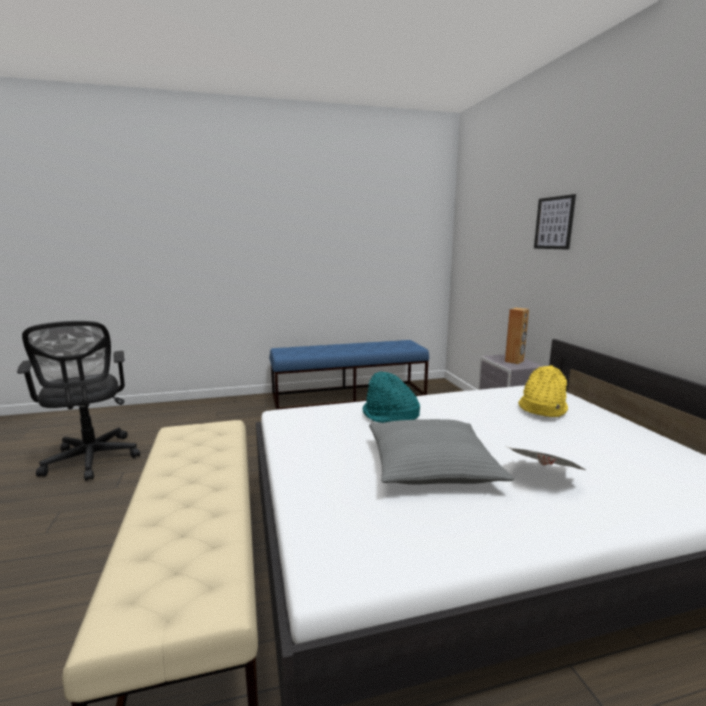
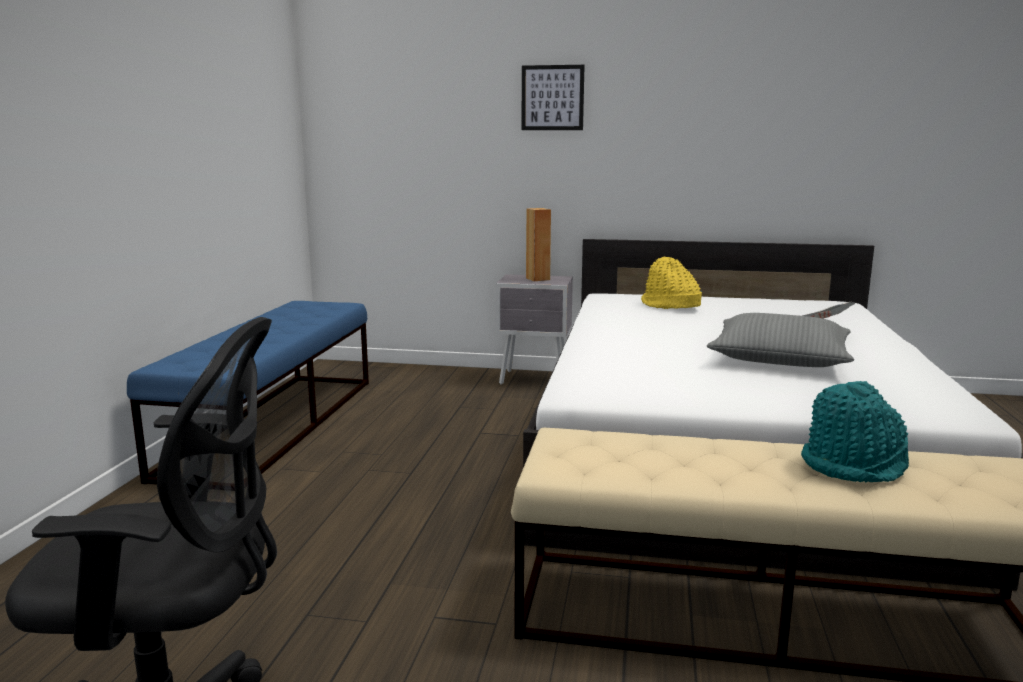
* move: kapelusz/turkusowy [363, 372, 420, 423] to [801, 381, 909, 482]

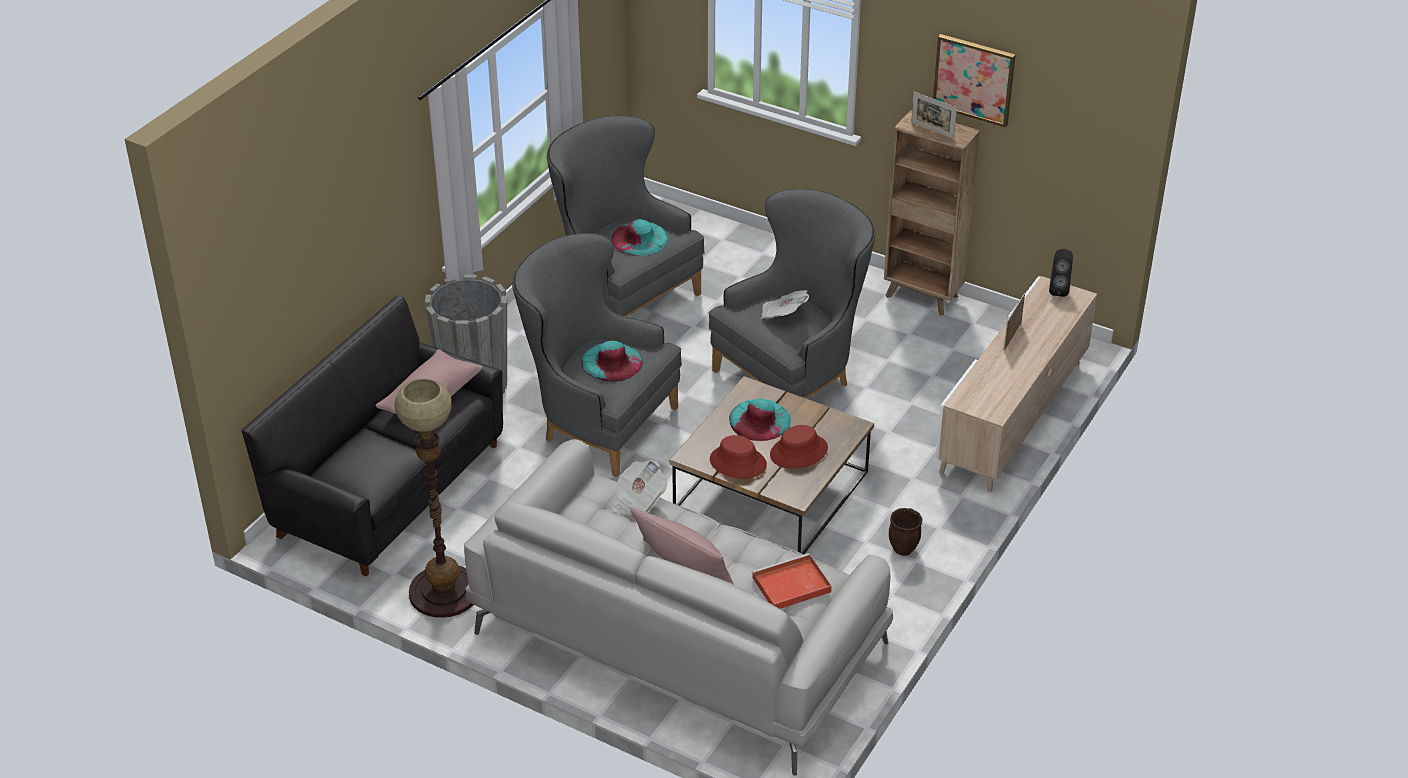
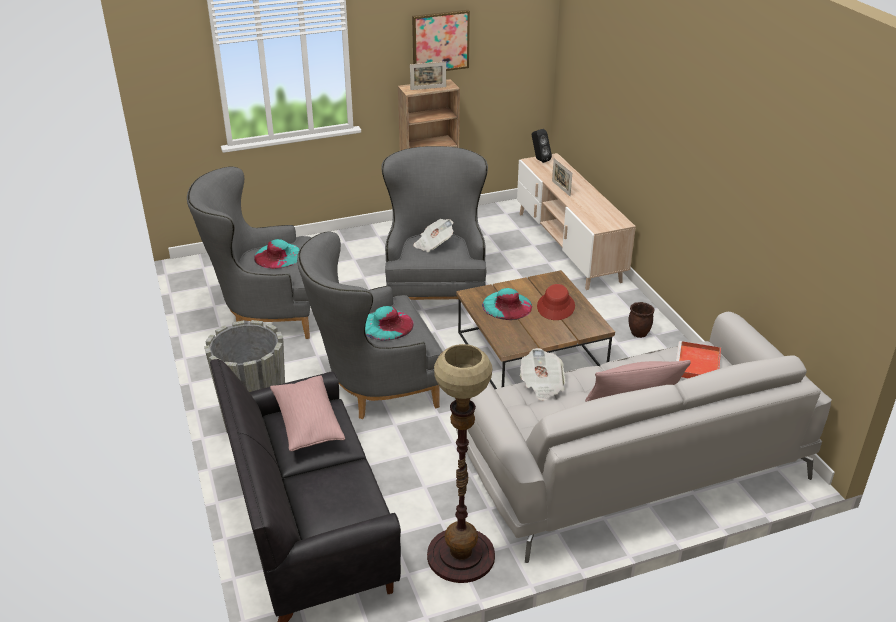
* delete: kapelusz/czerwony [710, 435, 767, 479]

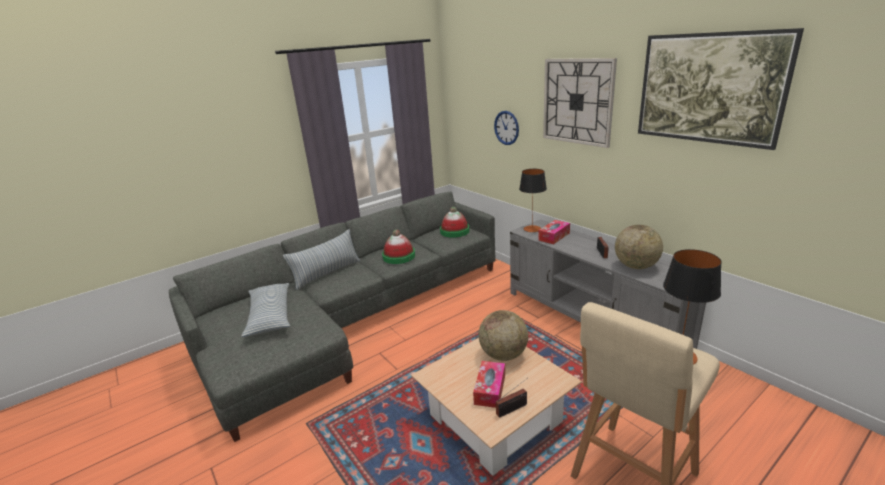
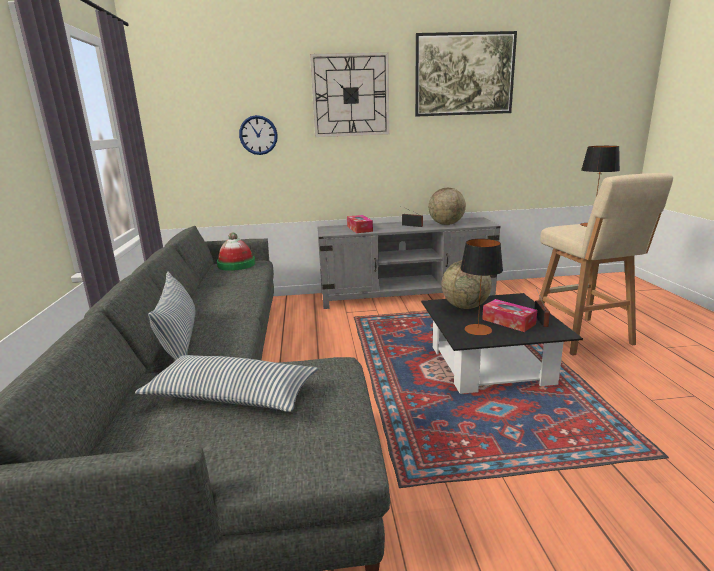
* delete: kapelusz [382, 230, 415, 264]
* move: lampa stołowa [519, 169, 547, 232] to [460, 239, 503, 335]
* recolor: ława/beżowy [411, 338, 582, 475] to ława/czarny [421, 293, 583, 394]

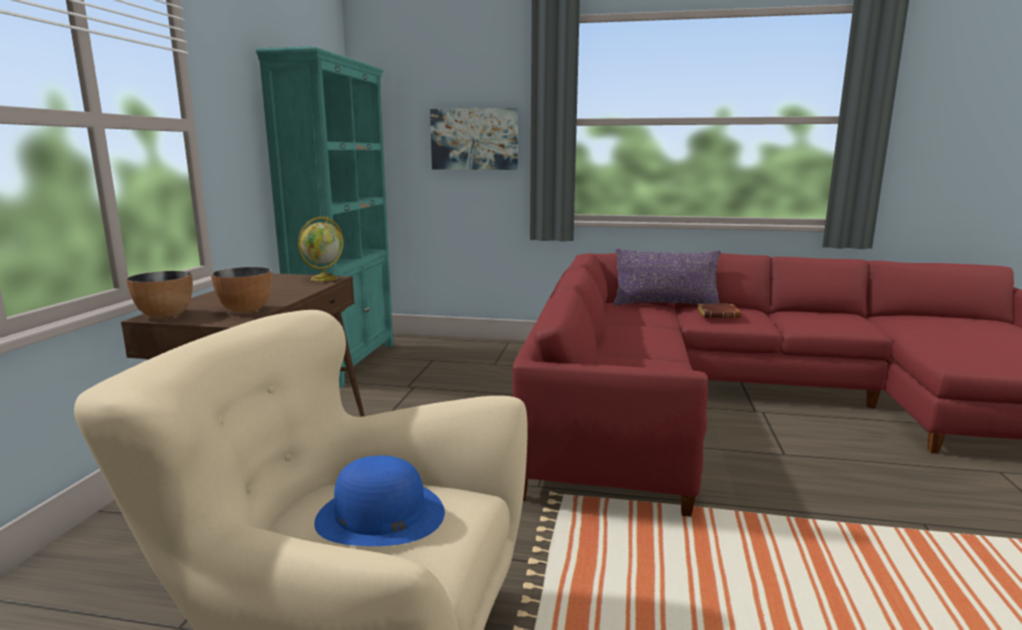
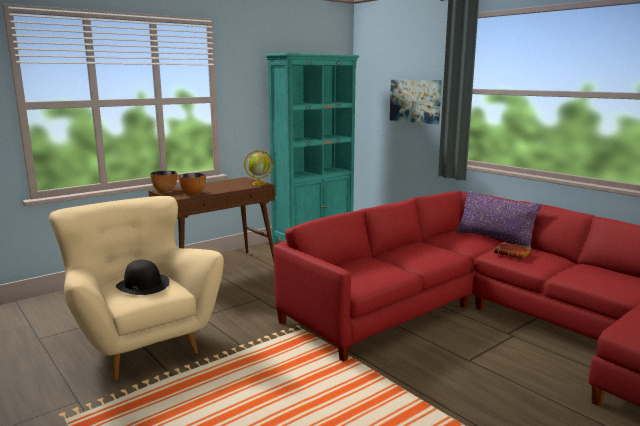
* recolor: kapelusz/niebieski [314, 455, 445, 546] to kapelusz/czarny [116, 260, 169, 295]

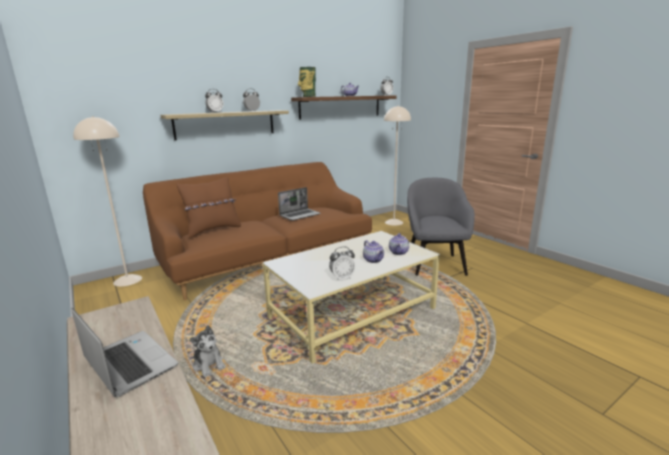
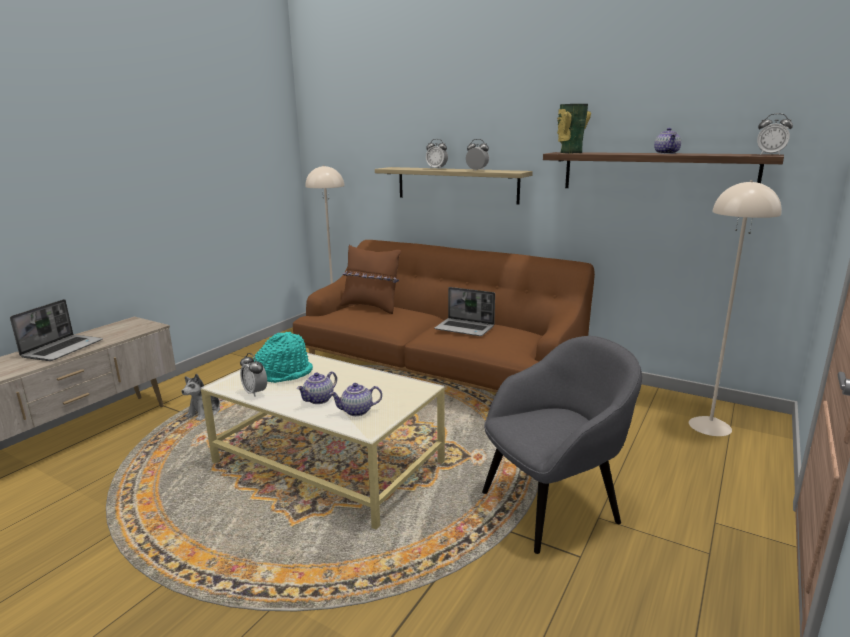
* insert: kapelusz/turkusowy [253, 332, 313, 383]

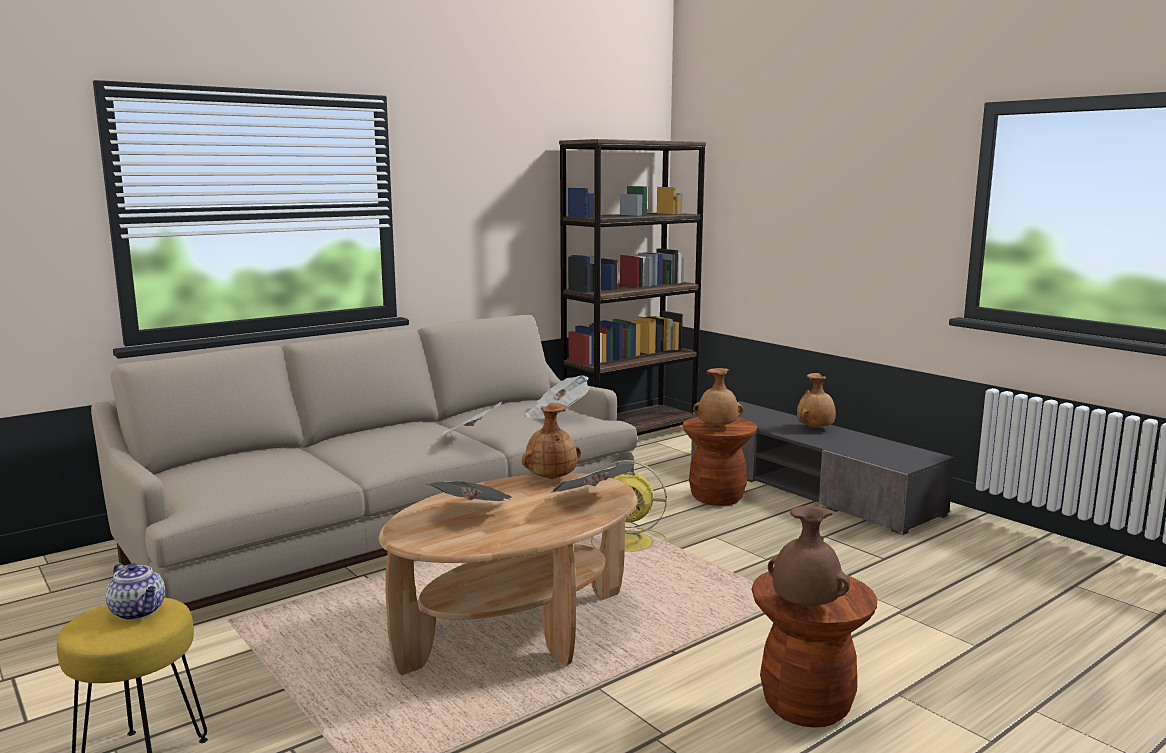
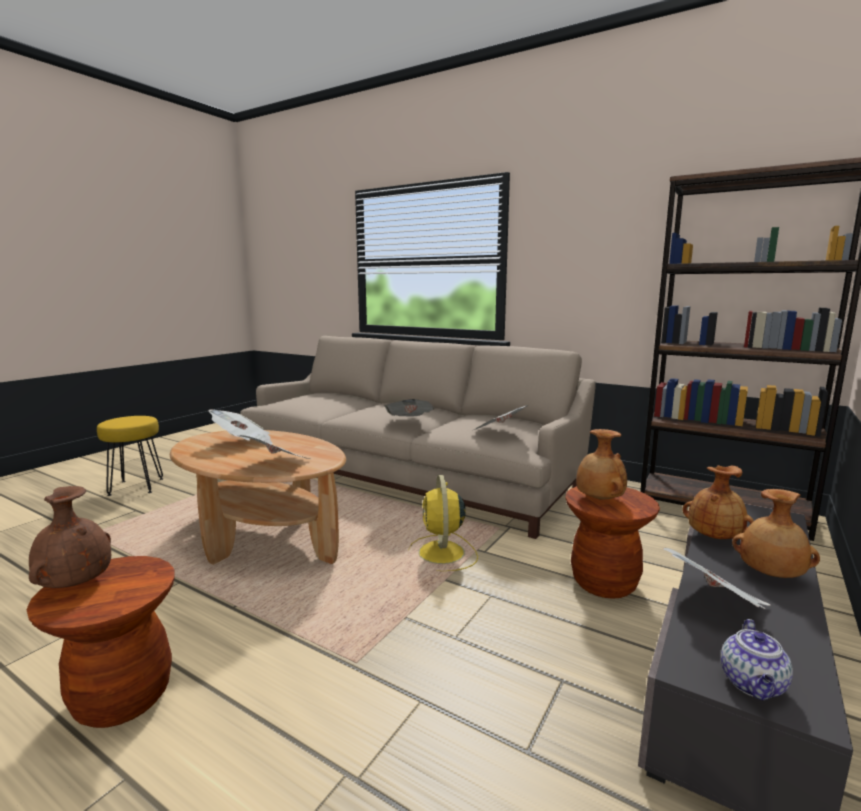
* insert: gazeta [663, 548, 770, 609]
* move: imbryk [105, 563, 165, 620] to [721, 619, 793, 700]
* move: wazon/brązowy [522, 403, 581, 479] to [683, 465, 754, 539]

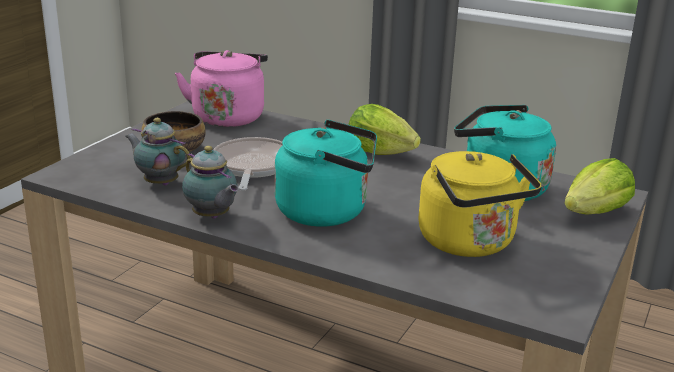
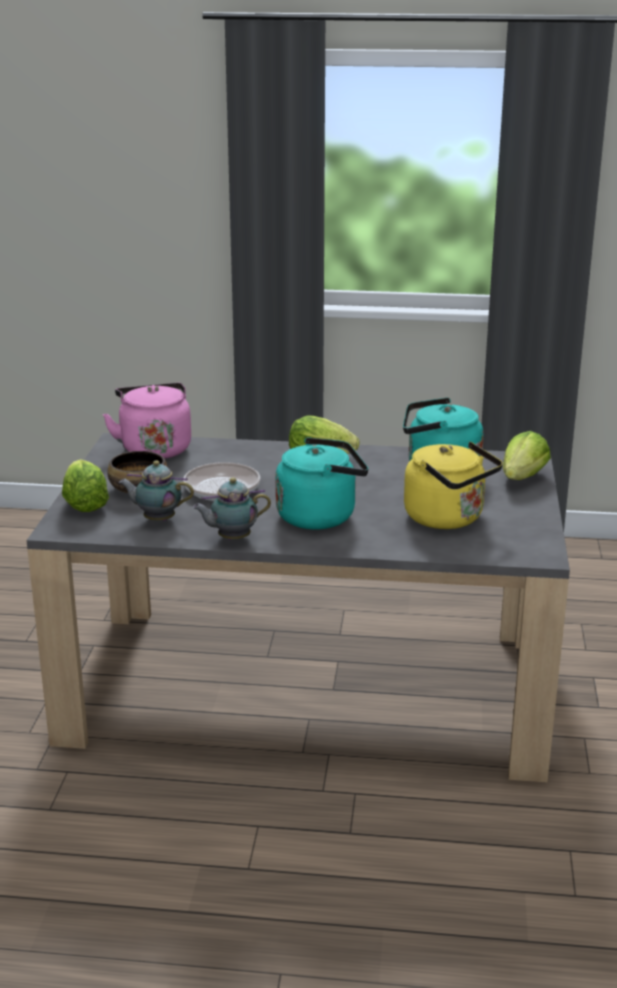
* insert: sałata [62, 459, 109, 512]
* rotate: imbryk [182, 146, 239, 219] = [192, 477, 271, 540] 135 degrees clockwise

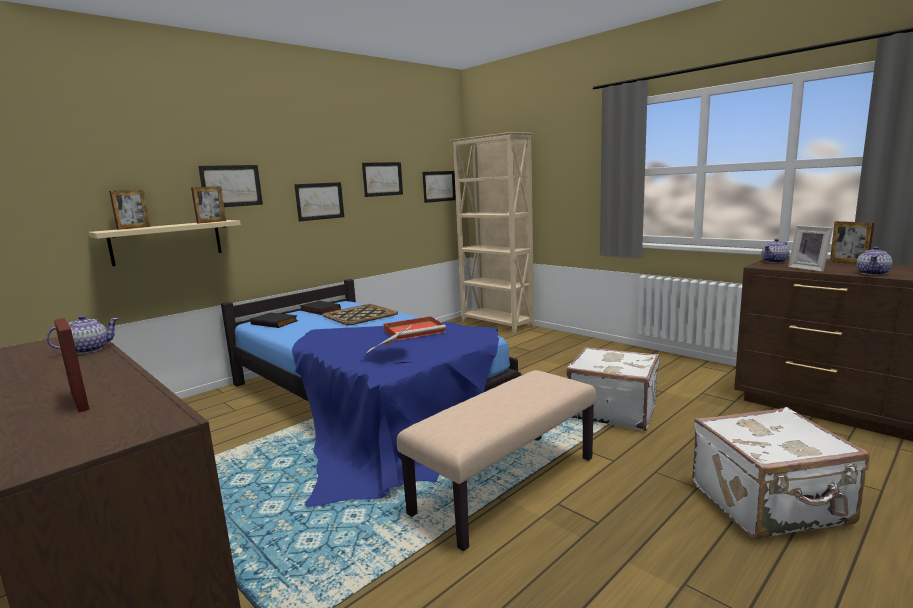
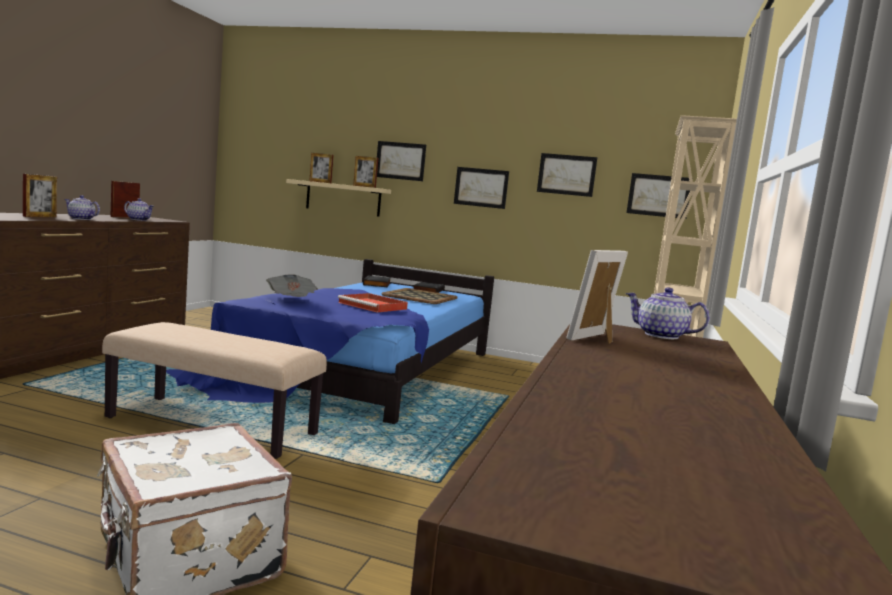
* delete: walizka/biały [567, 347, 660, 431]
* move: ramka na zdjęcie [830, 221, 874, 264] to [110, 181, 140, 218]
* move: imbryk [857, 246, 893, 275] to [64, 195, 100, 220]

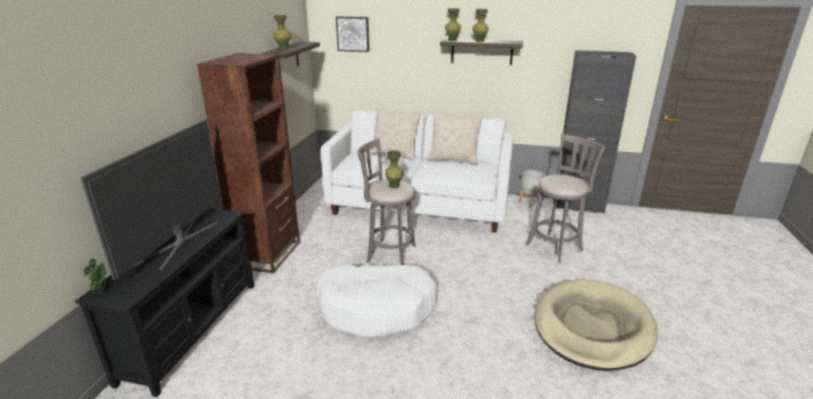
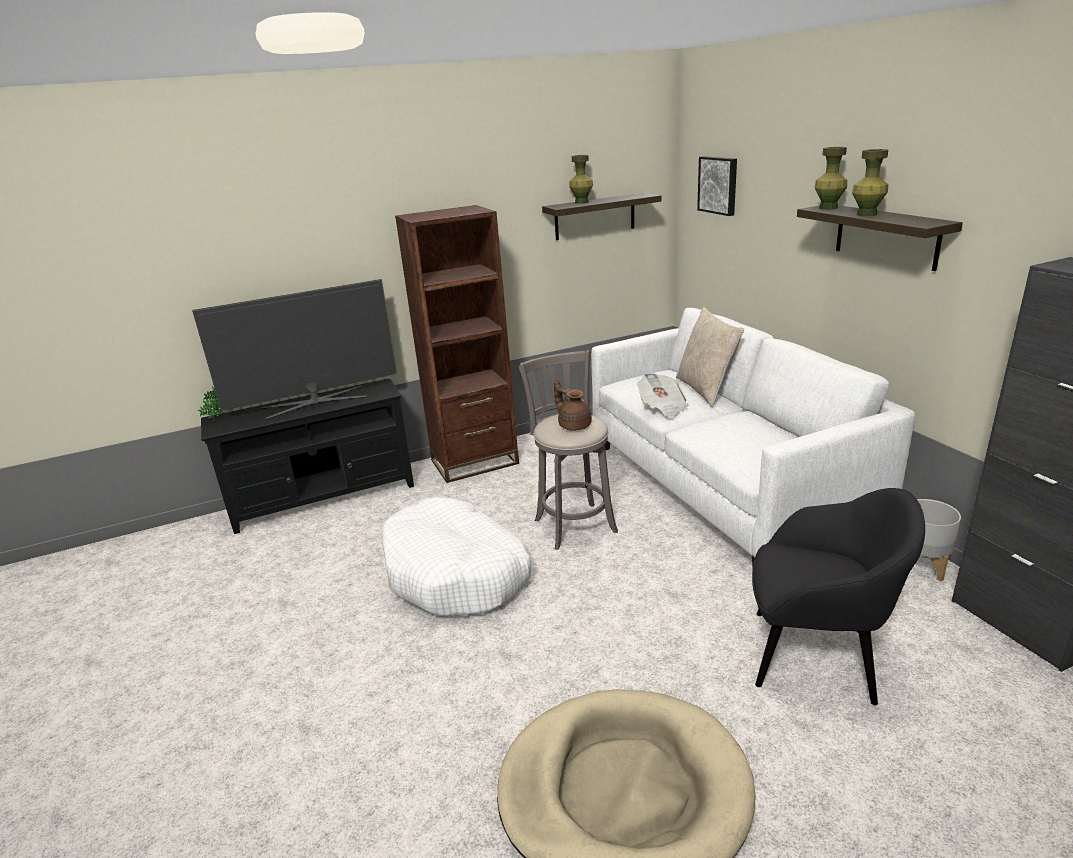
* delete: poduszka/beżowy [428, 112, 483, 165]
* replace: wazon/zielony [385, 150, 403, 188] to imbryk/brązowy [554, 379, 592, 431]
* replace: stołek/szary [526, 134, 605, 263] to fotel/czarny [752, 488, 925, 706]

